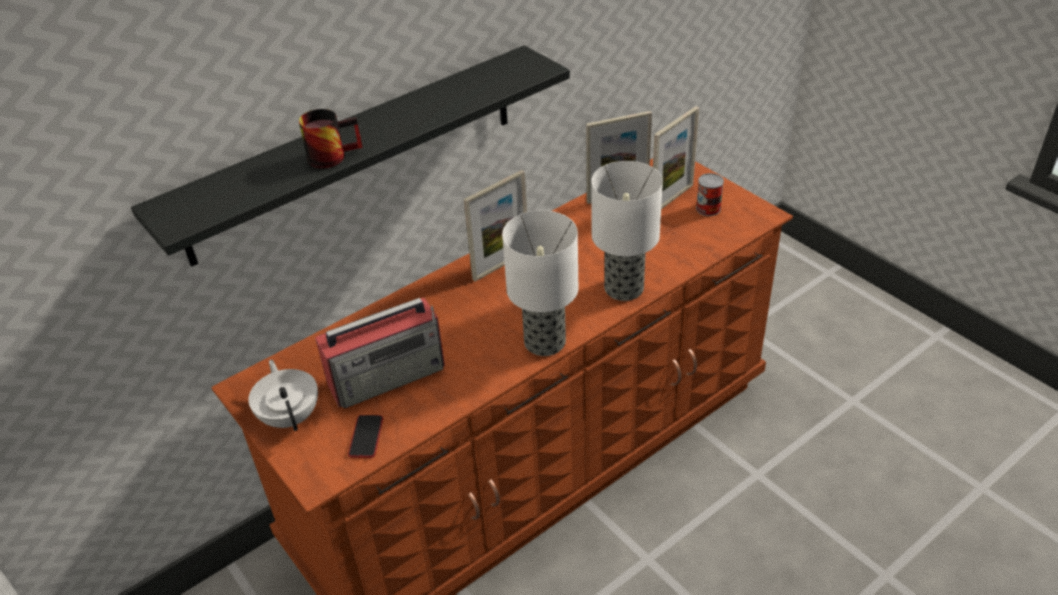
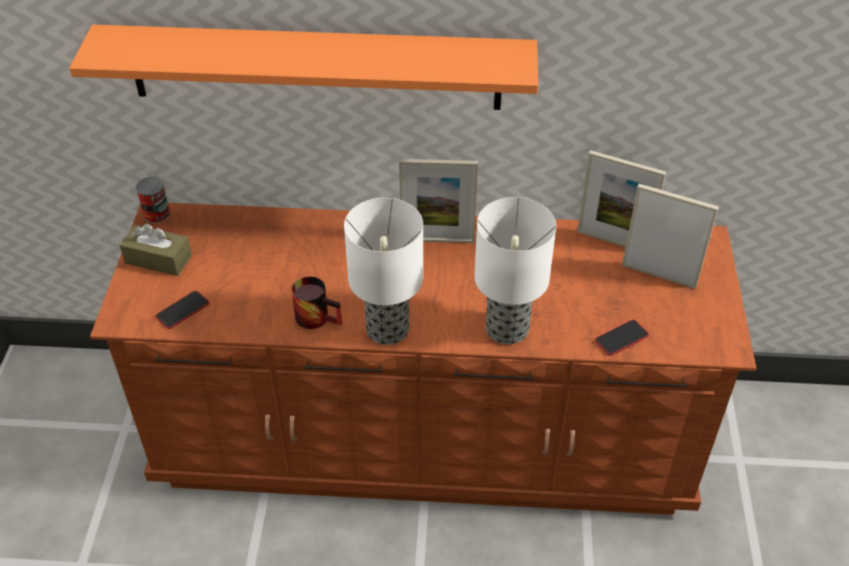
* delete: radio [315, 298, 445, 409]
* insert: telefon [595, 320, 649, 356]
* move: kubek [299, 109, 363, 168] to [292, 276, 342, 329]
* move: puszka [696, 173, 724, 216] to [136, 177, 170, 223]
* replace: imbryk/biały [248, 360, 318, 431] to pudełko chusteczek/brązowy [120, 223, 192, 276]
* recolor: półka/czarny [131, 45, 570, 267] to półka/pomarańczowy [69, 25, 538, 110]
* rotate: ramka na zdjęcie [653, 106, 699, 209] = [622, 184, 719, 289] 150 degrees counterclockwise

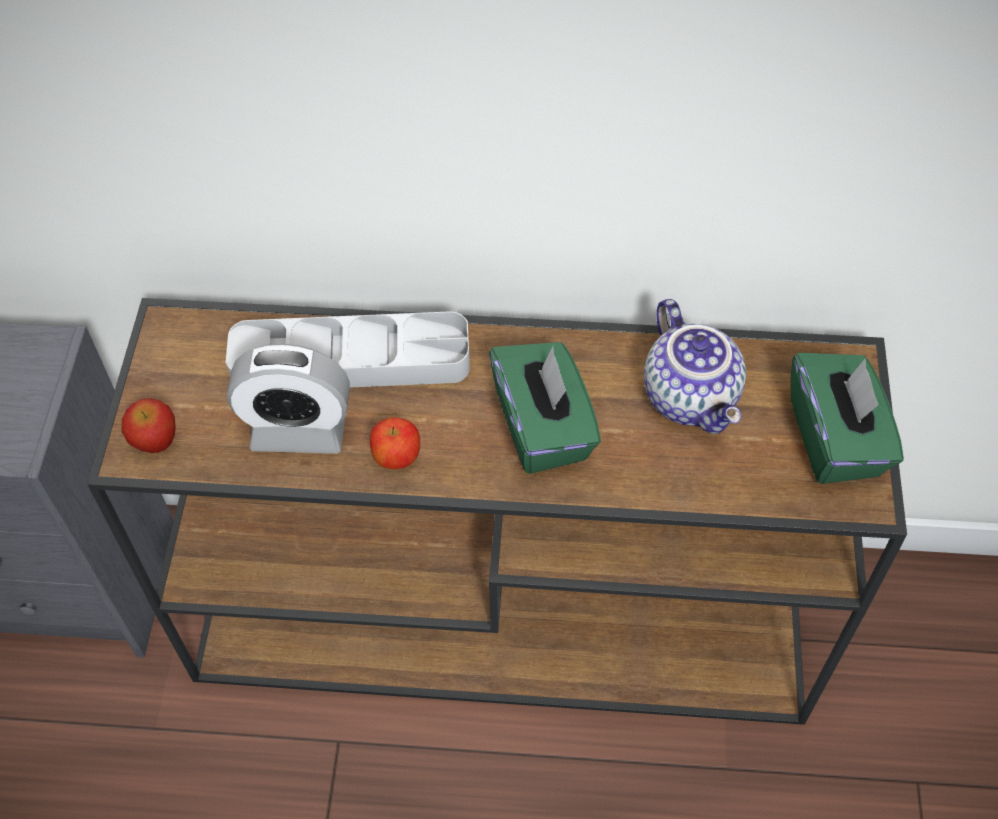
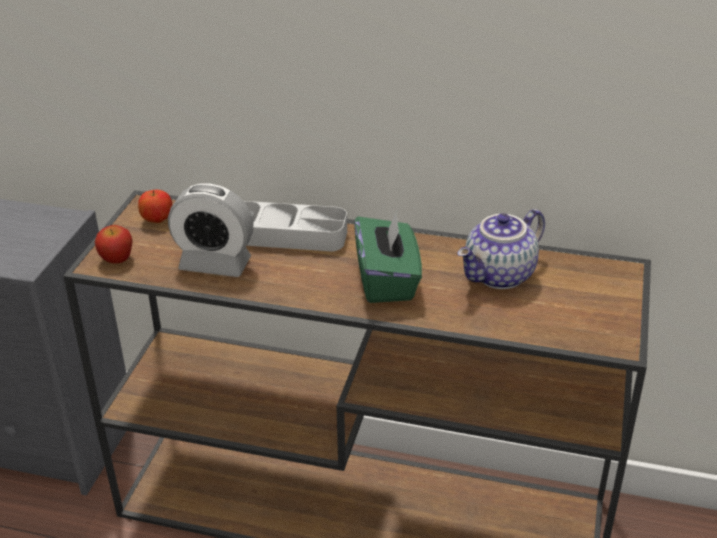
* delete: pudełko chusteczek/zielony [790, 353, 904, 484]
* move: jabłko [370, 417, 420, 469] to [138, 190, 172, 223]
* rotate: imbryk [644, 299, 746, 434] = [457, 209, 545, 289] 60 degrees clockwise

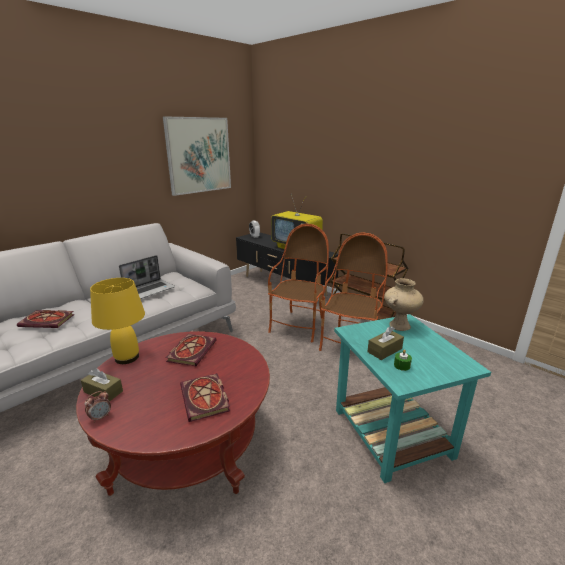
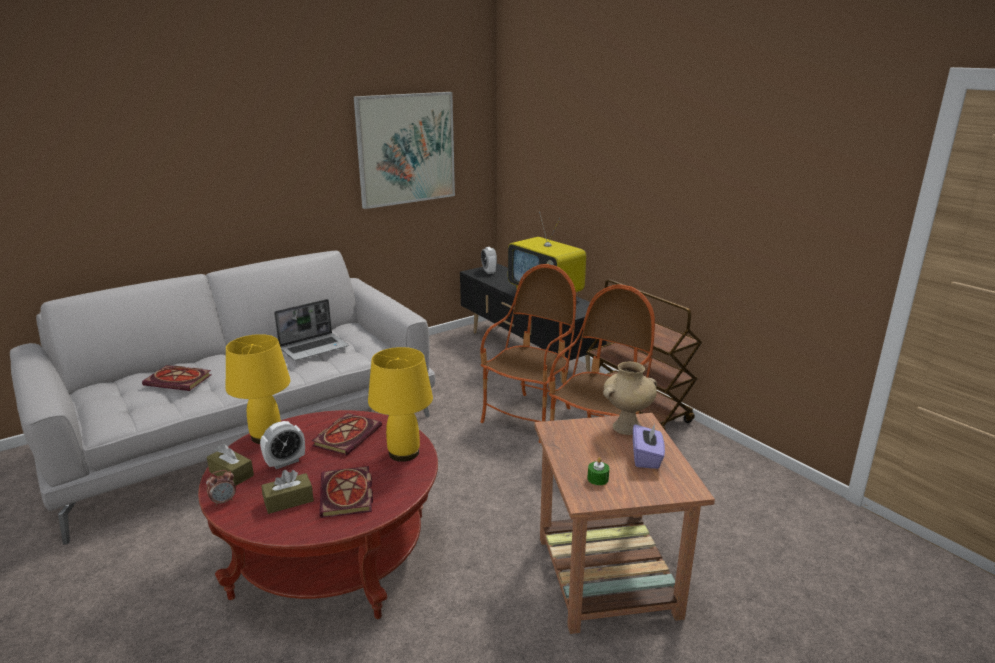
* insert: budzik [260, 421, 305, 469]
* insert: lampa stołowa/żółty [368, 347, 433, 462]
* insert: pudełko chusteczek/fioletowy [633, 424, 665, 469]
* move: pudełko chusteczek/brązowy [367, 326, 404, 360] to [261, 470, 314, 514]
* recolor: stolik/turkusowy [334, 314, 491, 483] to stolik/brązowy [534, 413, 715, 634]

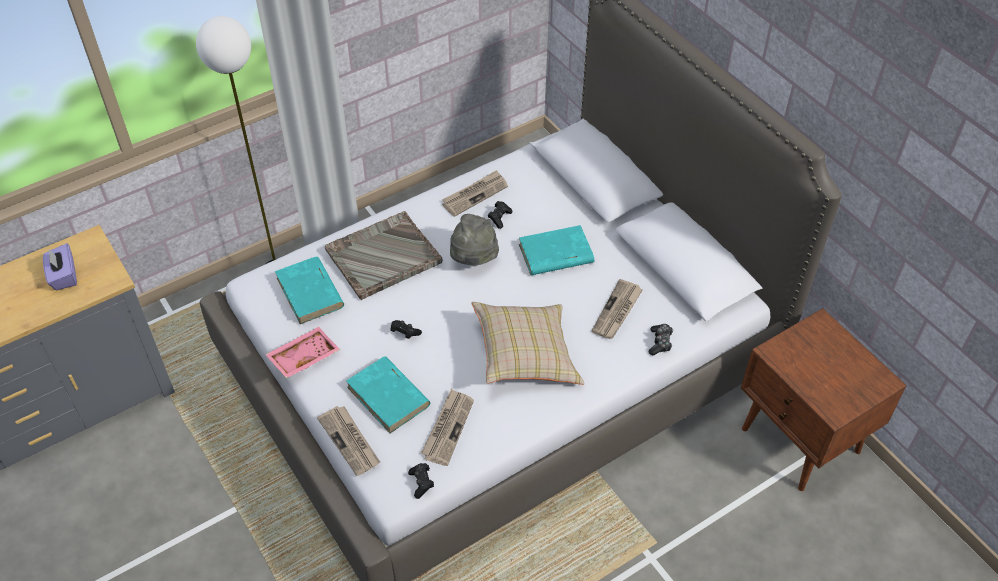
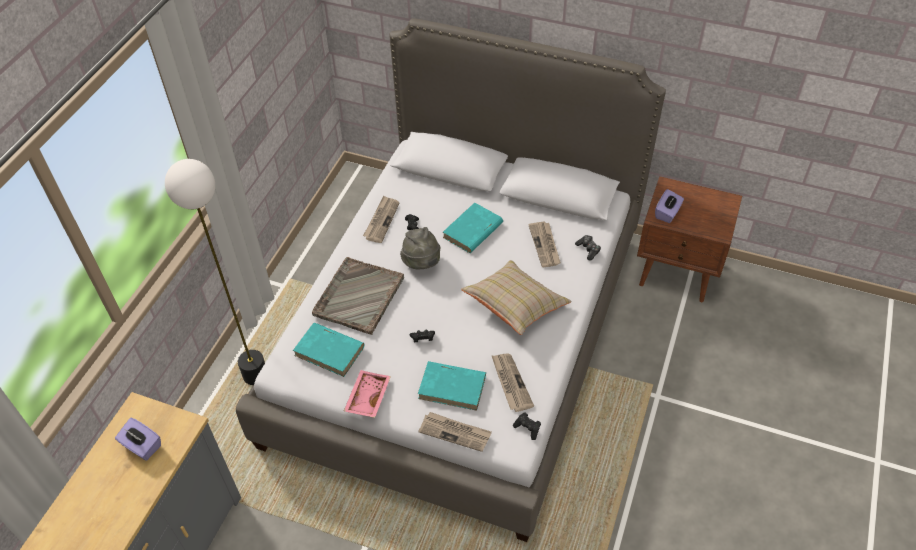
* insert: pudełko chusteczek/fioletowy [655, 189, 684, 223]

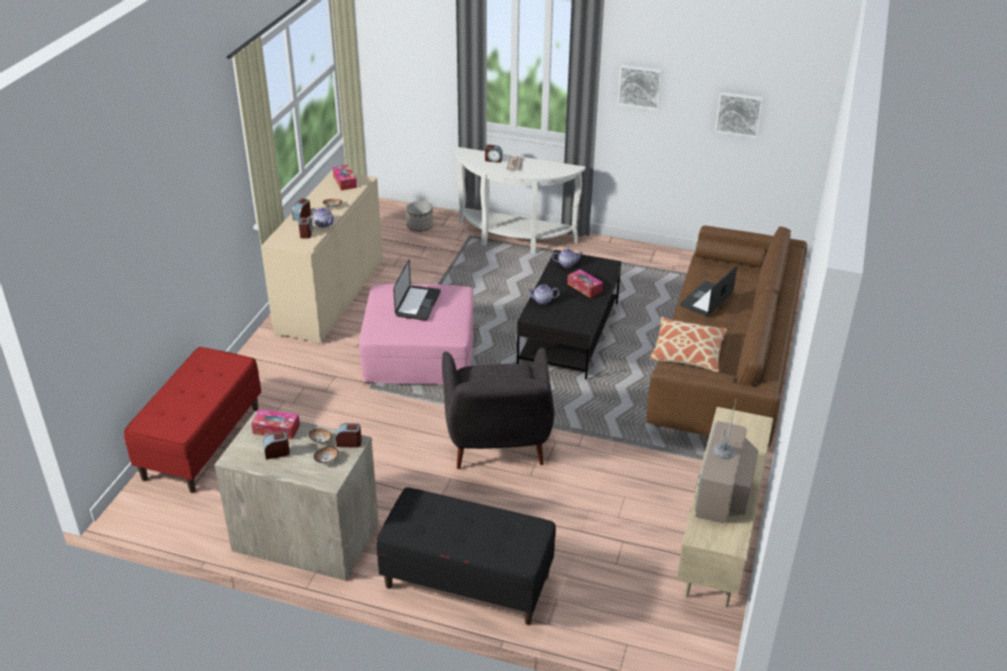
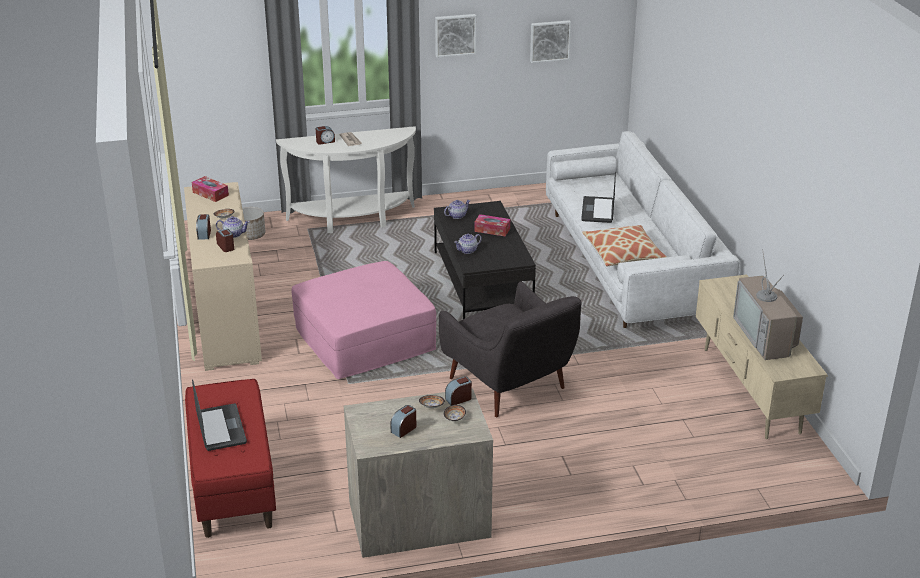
* delete: pudełko chusteczek [251, 409, 300, 439]
* delete: ławka/czarny [376, 487, 556, 625]
* move: laptop [393, 259, 441, 321] to [192, 379, 247, 451]
* recolor: kanapa/brązowy [646, 226, 807, 447] to kanapa/biały [546, 131, 740, 328]

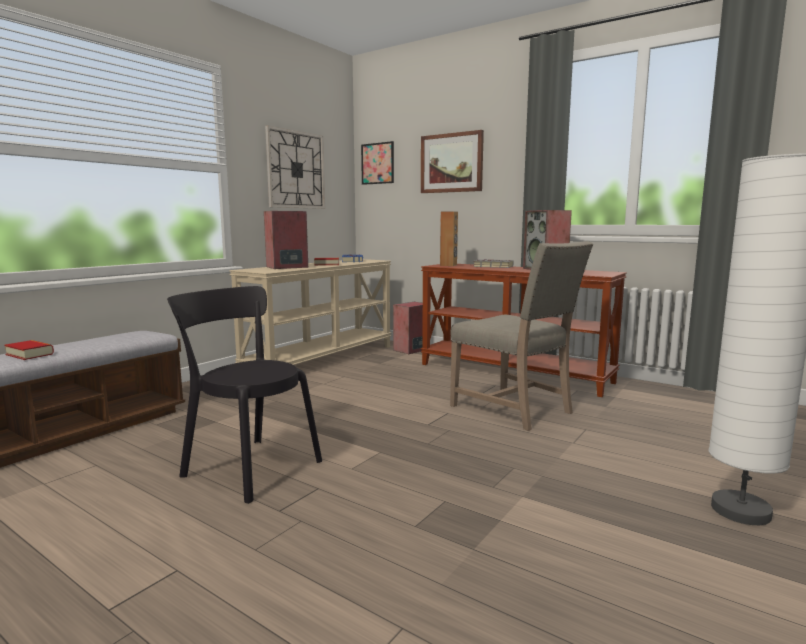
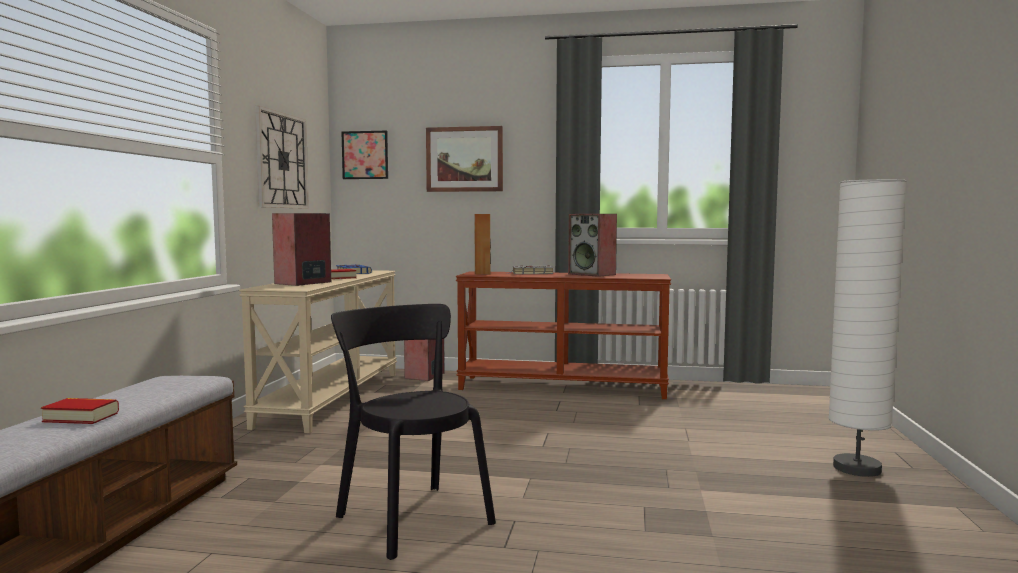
* delete: krzesło/beżowy [450, 241, 593, 431]
* rotate: krzesło/czarny [167, 286, 322, 504] = [331, 304, 496, 560] 45 degrees clockwise

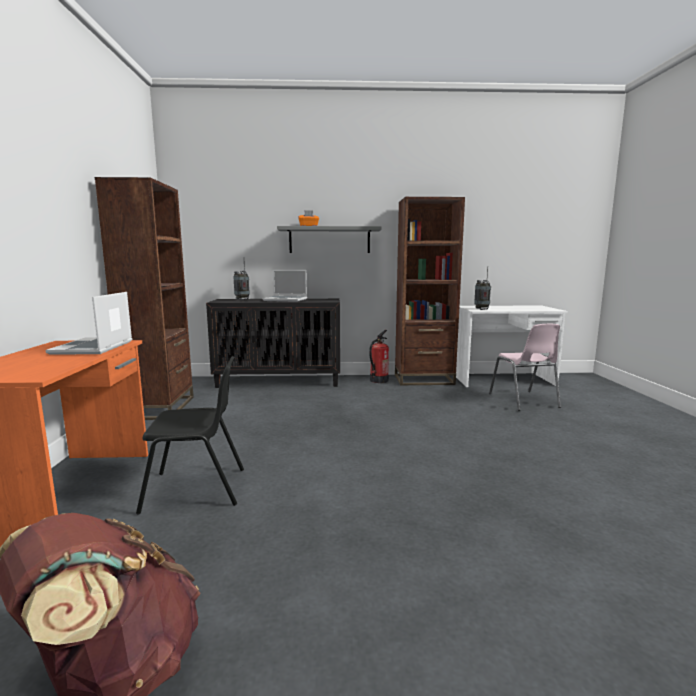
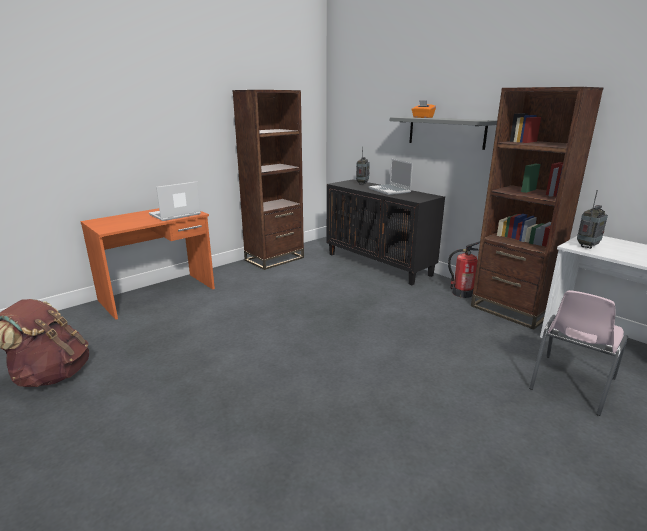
* delete: krzesło/czarny [136, 356, 244, 515]

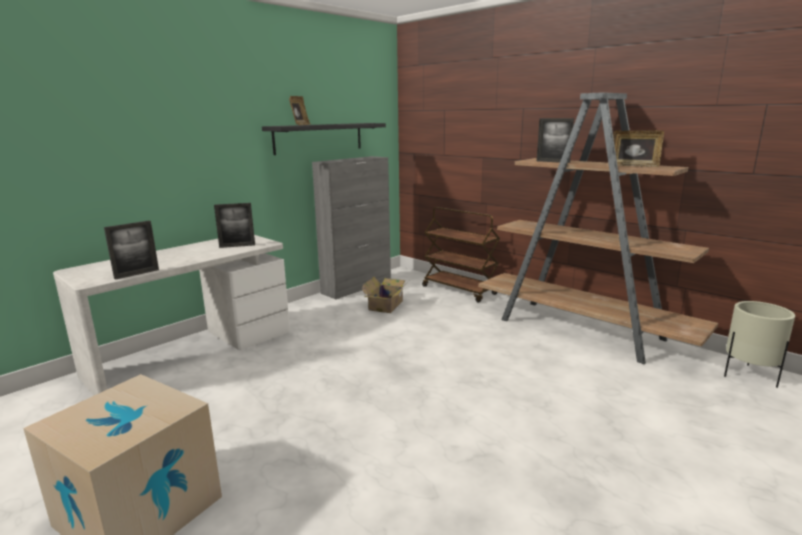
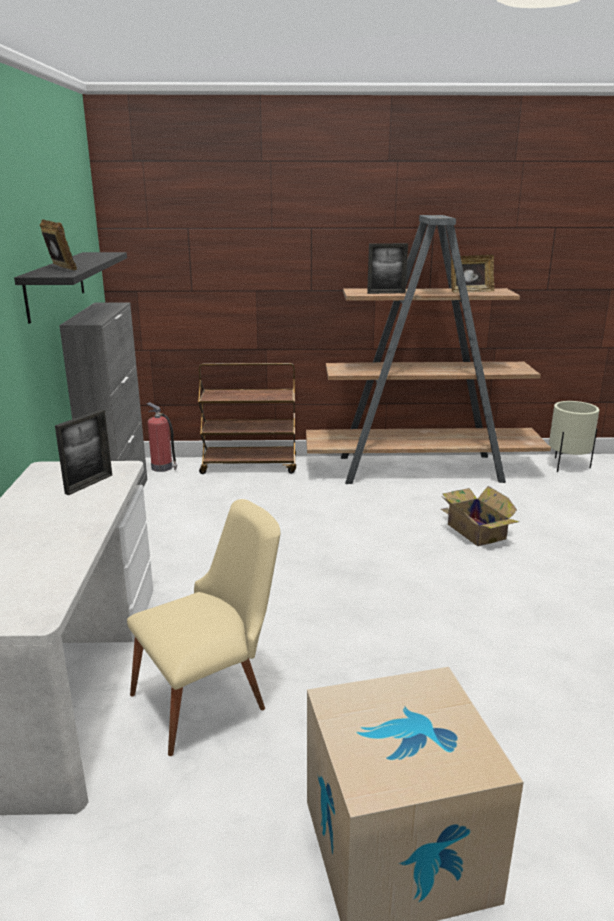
* delete: ramka na zdjęcie [104, 220, 159, 280]
* insert: krzesło/beżowy [127, 499, 280, 756]
* insert: gaśnica [146, 402, 177, 472]
* move: karton [362, 276, 410, 313] to [440, 486, 519, 546]

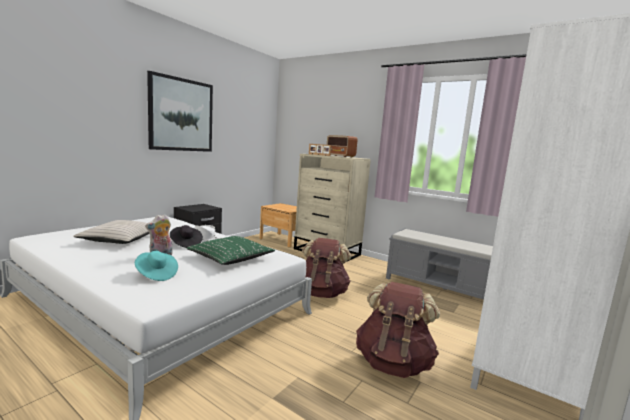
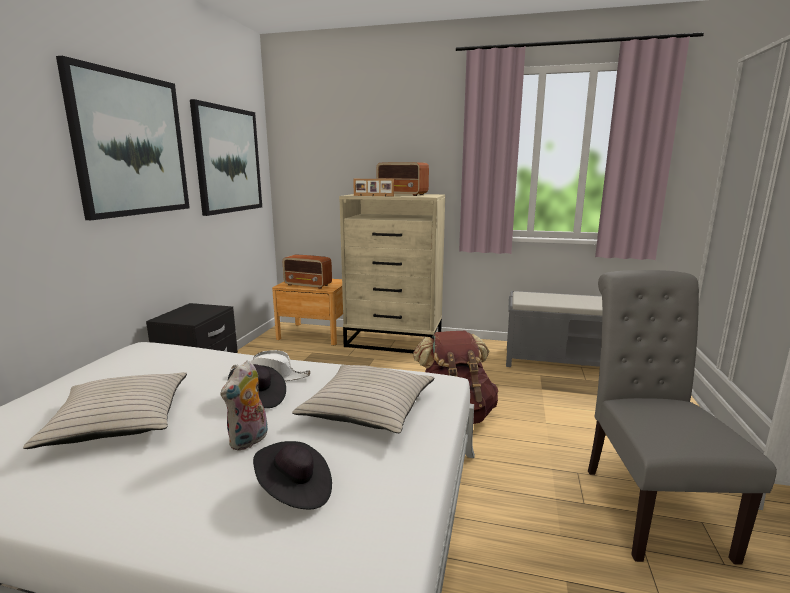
* insert: obraz [190, 99, 262, 216]
* insert: radio [283, 255, 332, 289]
* replace: plecak/brązowy [356, 282, 440, 378] to krzesło/szary [588, 270, 777, 565]
* recolor: kapelusz/turkusowy [135, 251, 178, 281] to kapelusz/czarny [253, 441, 332, 510]
* recolor: poduszka/zielony [187, 236, 275, 265] to poduszka/beżowy [292, 365, 434, 433]

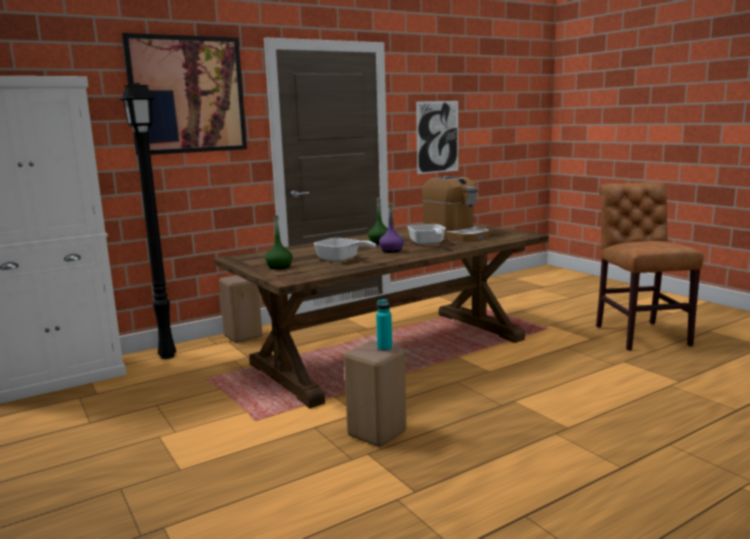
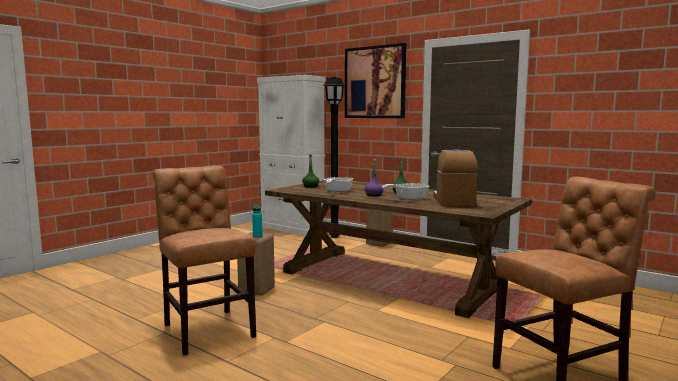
* delete: obraz [416, 101, 458, 174]
* insert: krzesło/brązowy [152, 166, 256, 355]
* rotate: ekspres do kawy [422, 176, 489, 241] = [433, 149, 478, 206] 150 degrees clockwise

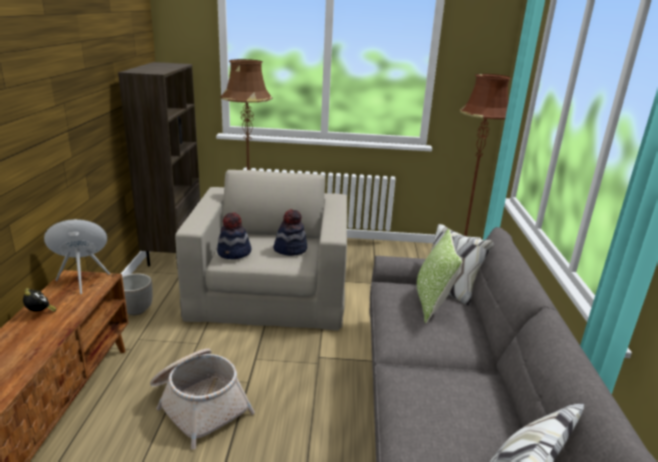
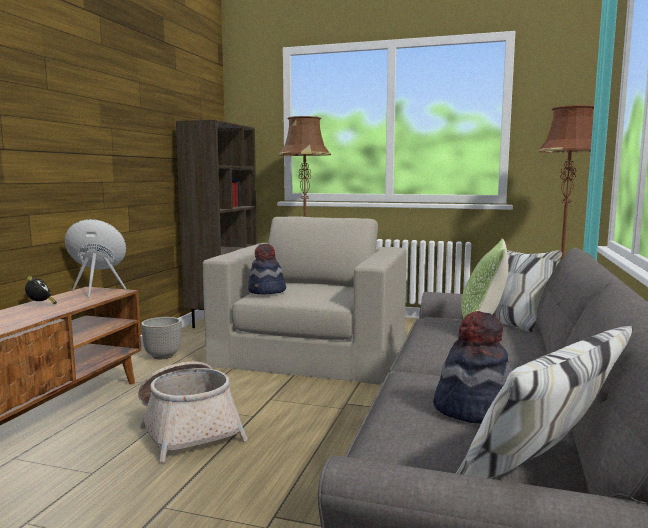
* move: kapelusz [273, 209, 307, 256] to [433, 311, 512, 424]

